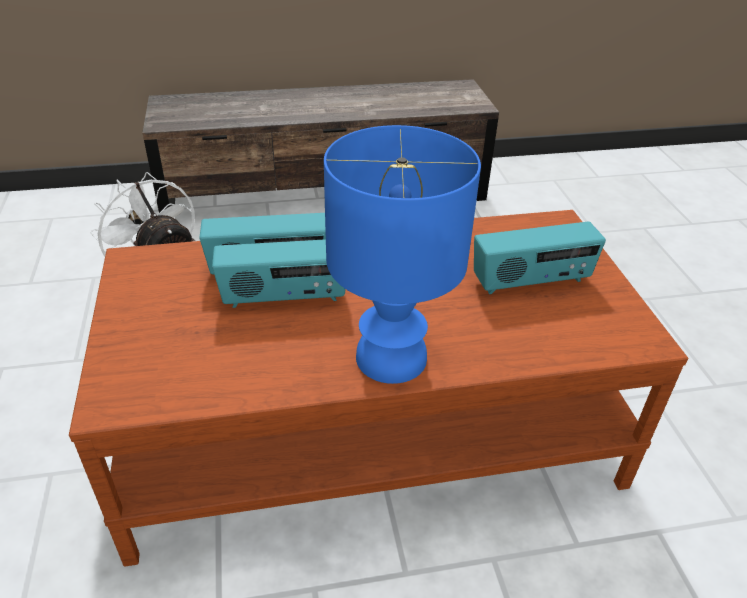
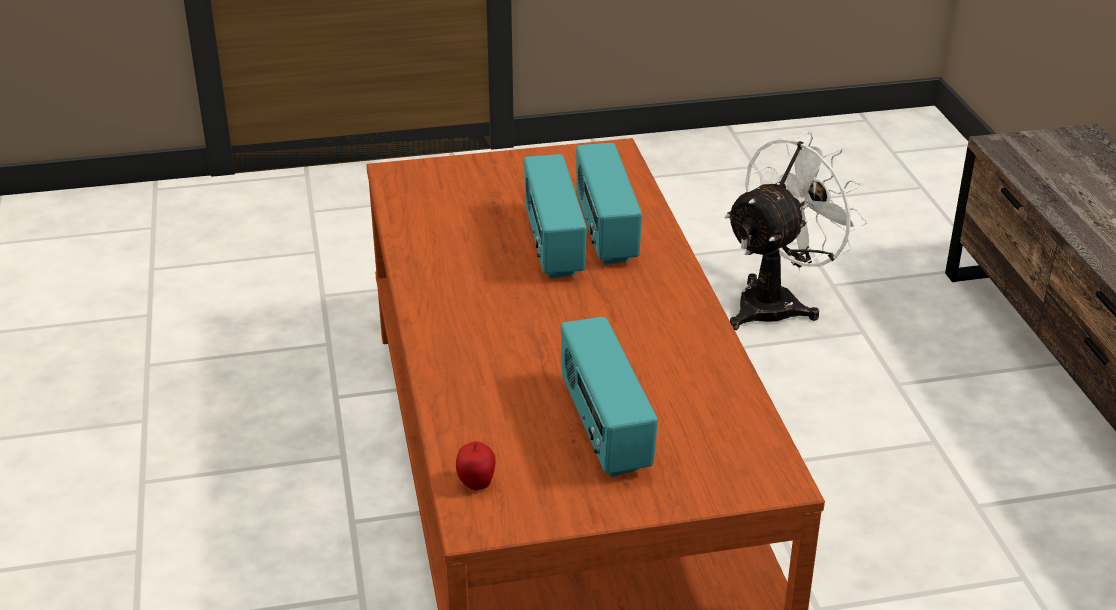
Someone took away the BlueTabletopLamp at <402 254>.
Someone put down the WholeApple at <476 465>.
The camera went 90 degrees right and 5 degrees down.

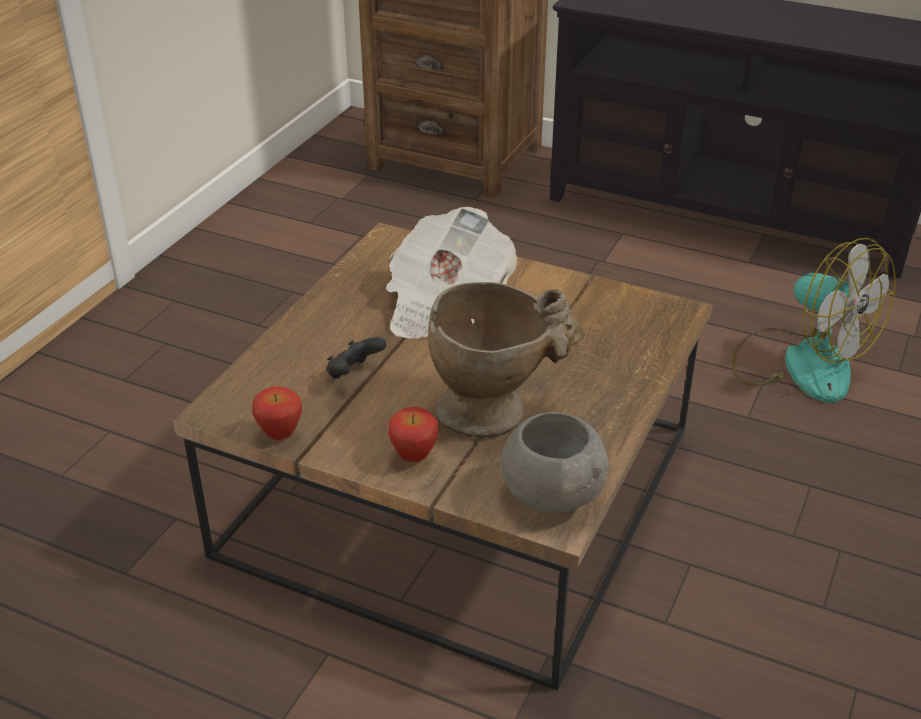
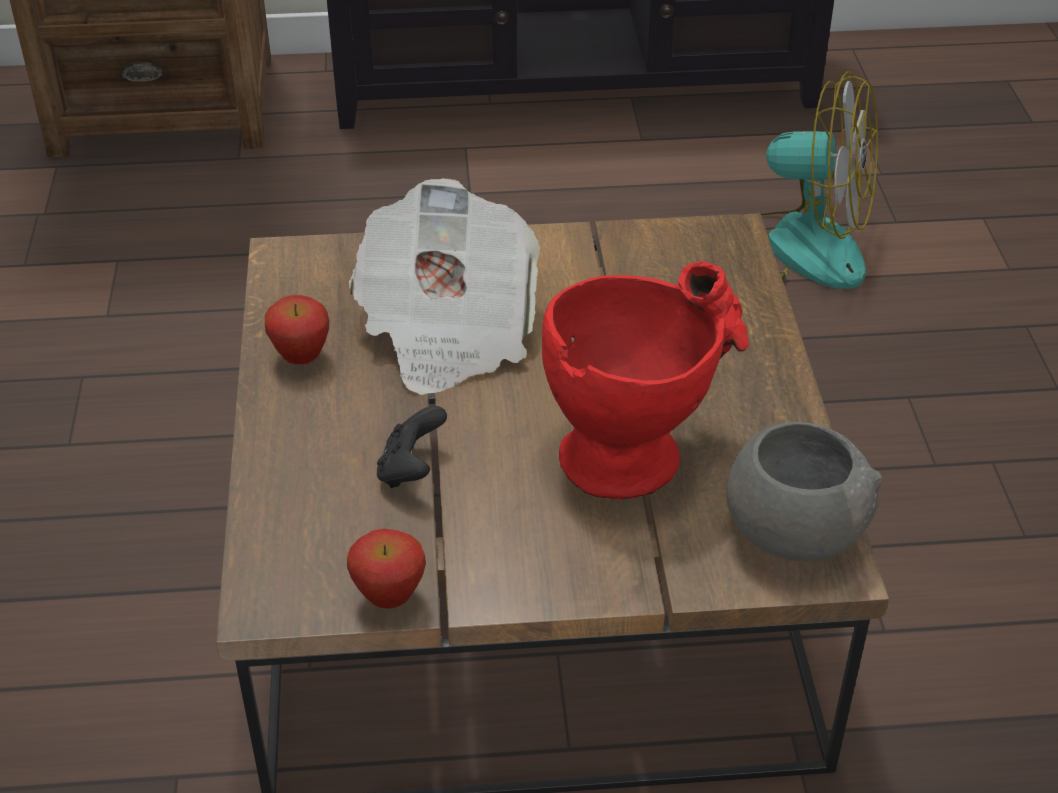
Someone repainted the SandColouredFlowerVase at <506 360>, which became the RedFlowerVase at <645 380>.
Someone carried the WholeApple from <413 434> to <297 329>.
The camera went 30 degrees left and 5 degrees up.

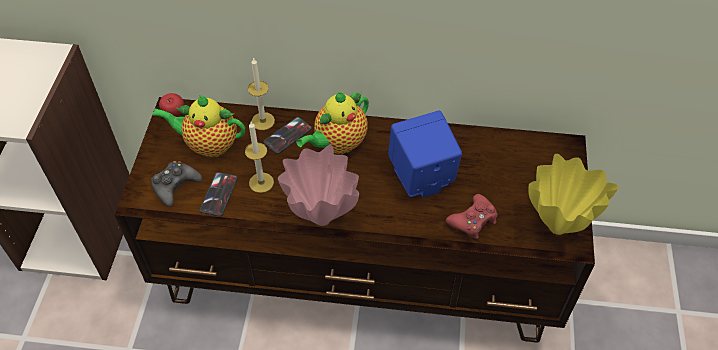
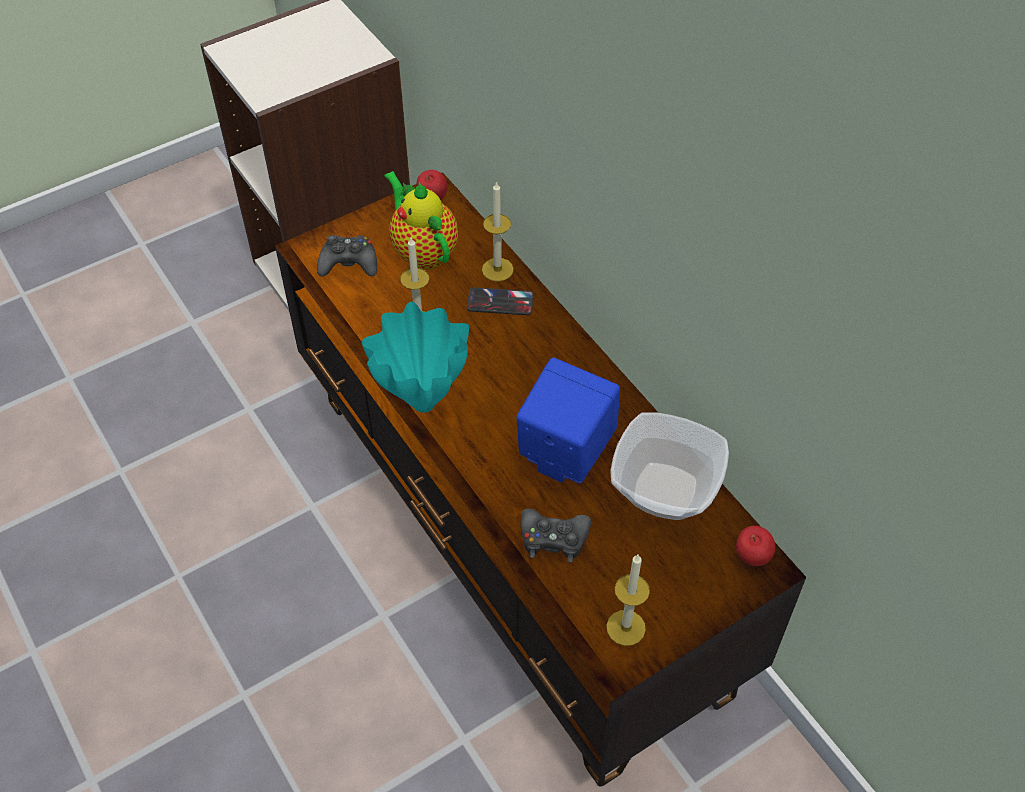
Someone took away the Teapot at <332 123>.
Someone repainted the PinkishFlowerVase at <318 185>, which became the TurquoiseColouredFlowerVase at <415 357>.
Someone swapped the YellowColouredFlowerVase at <573 194> for the WaxCandle at <628 600>.
Someone took away the Handset at <219 194>.
Someone repainted the RedGamepad at <472 216>, which became the BlackColouredGamepad at <556 535>.
Someone put down the DeepDish at <669 466>.
Someone put down the WholeApple at <755 546>.
The camera went 50 degrees right and 0 degrees up.

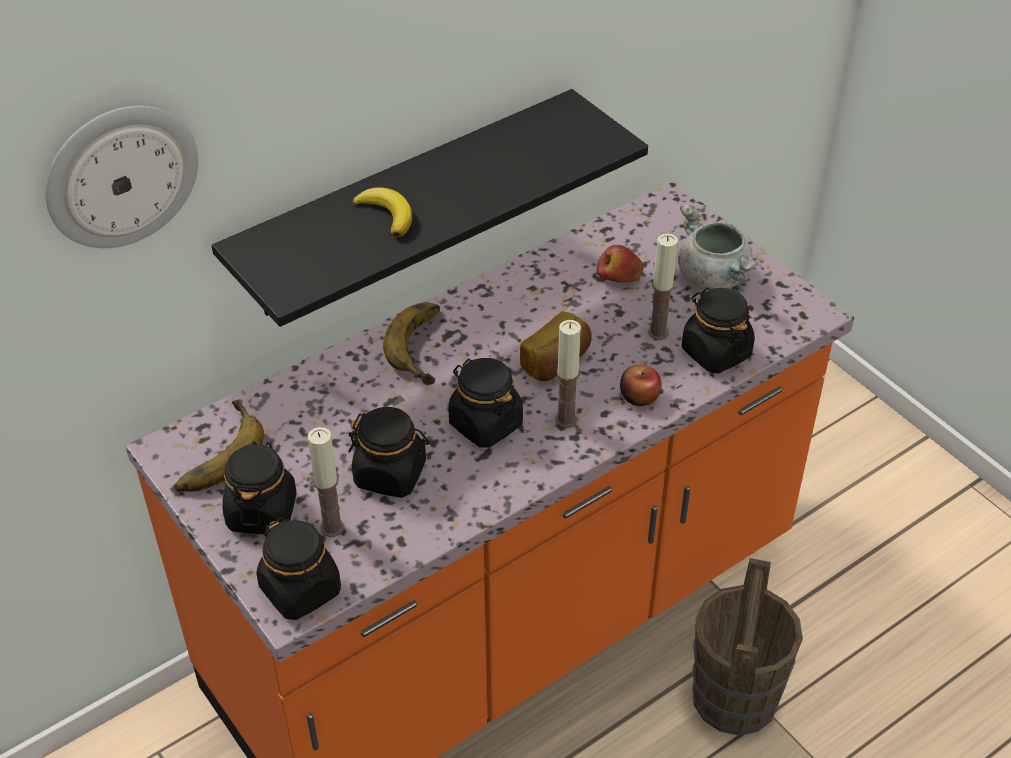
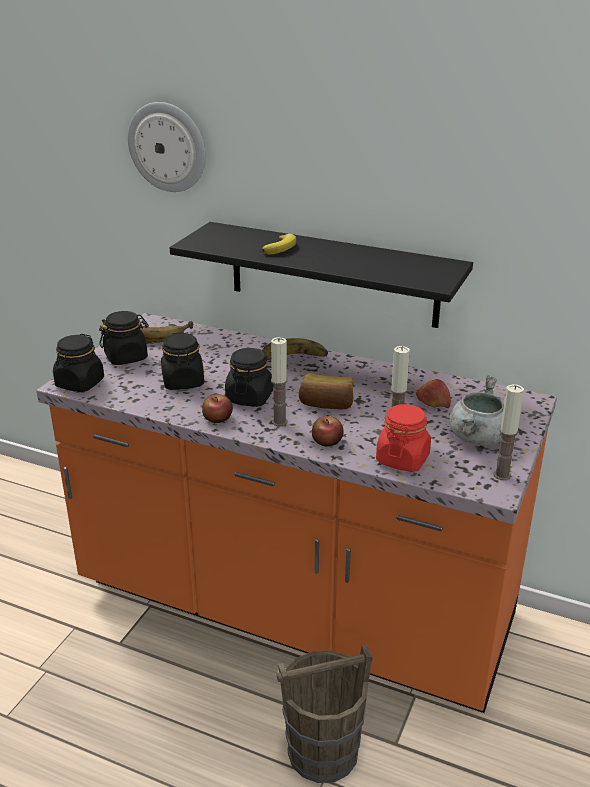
Someone repainted the BlackColouredStorageJar at <718 330>, which became the RedStorageJar at <403 438>.
Someone carried the WaxCandle from <326 482> to <508 432>.
Someone put down the WholeApple at <217 408>.
The camera went 60 degrees right and 15 degrees down.

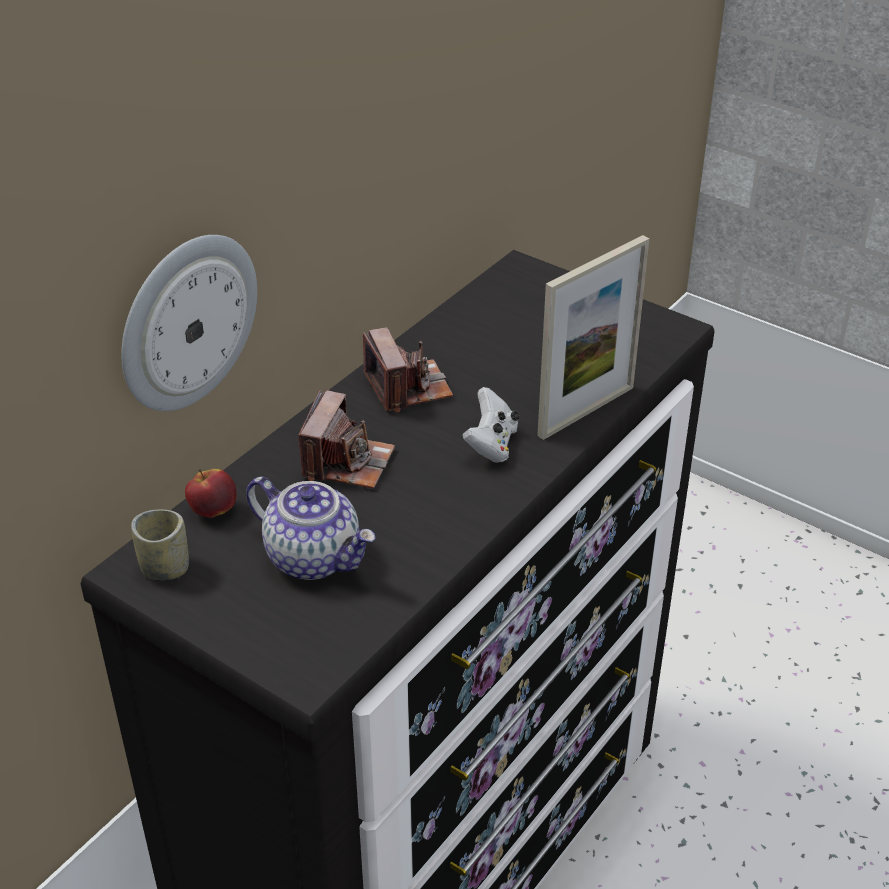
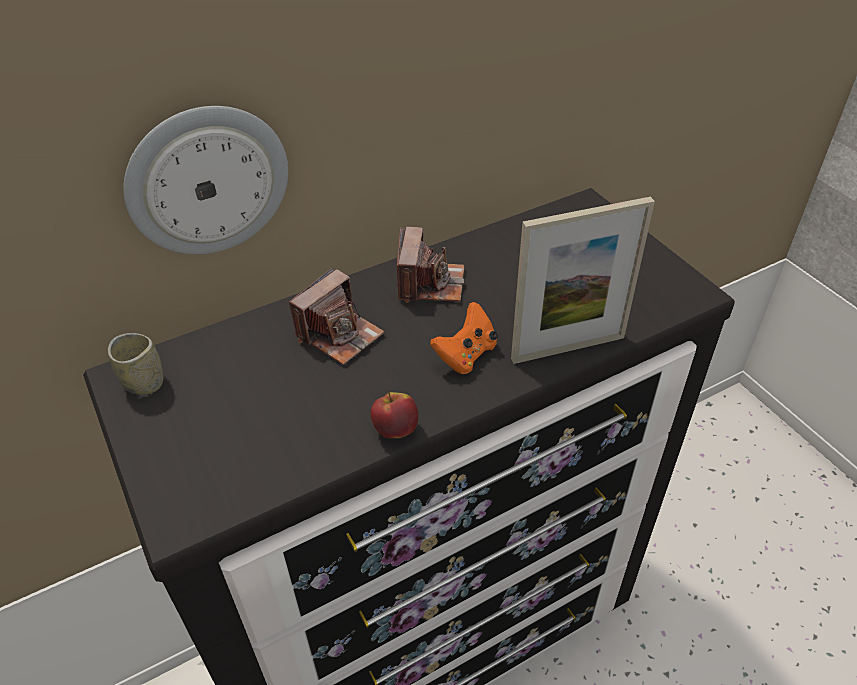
Someone repainted the WhiteColouredGamepad at <490 425>, which became the OrangeyGamepad at <464 338>.
Someone carried the WholeApple from <210 493> to <394 415>.
Someone took away the Teapot at <311 528>.
The camera went 25 degrees right and 5 degrees up.

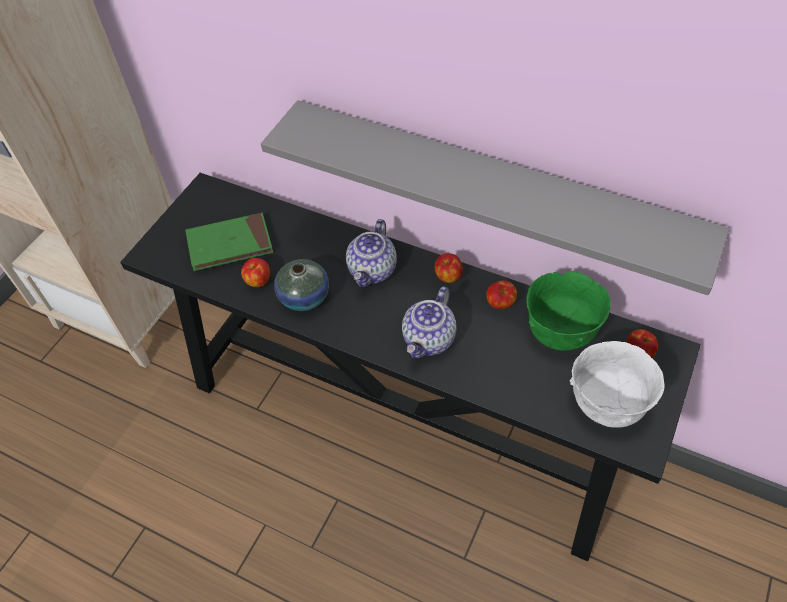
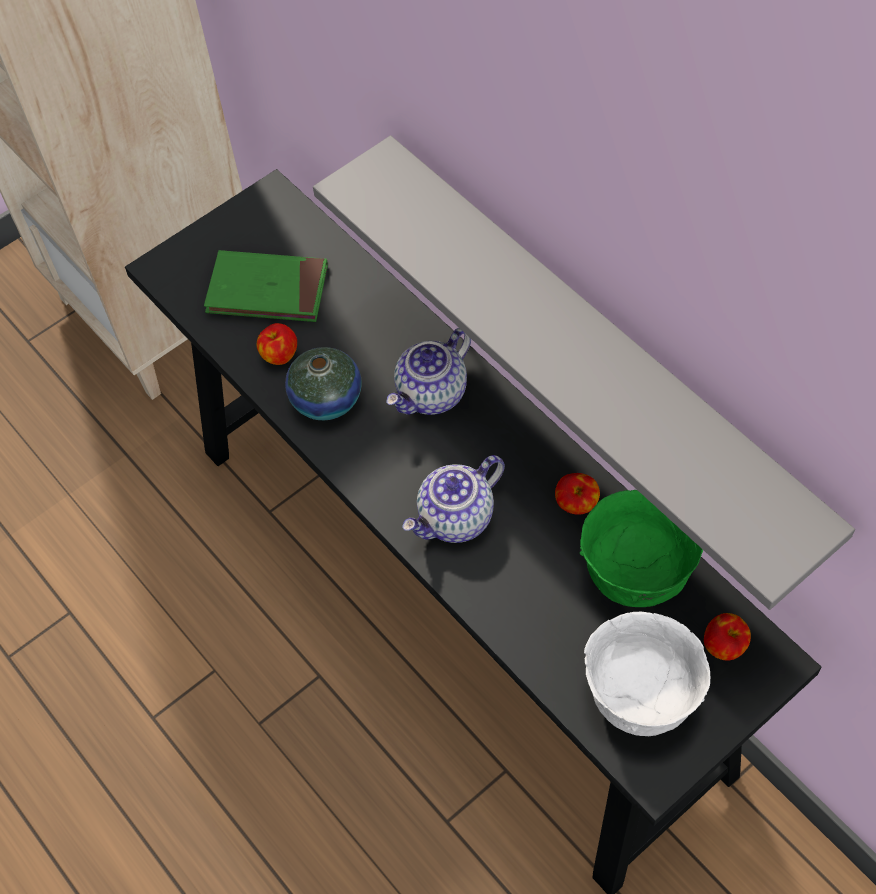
Someone took away the WholeApple at <449 268>.
The camera went 25 degrees right and 5 degrees up.

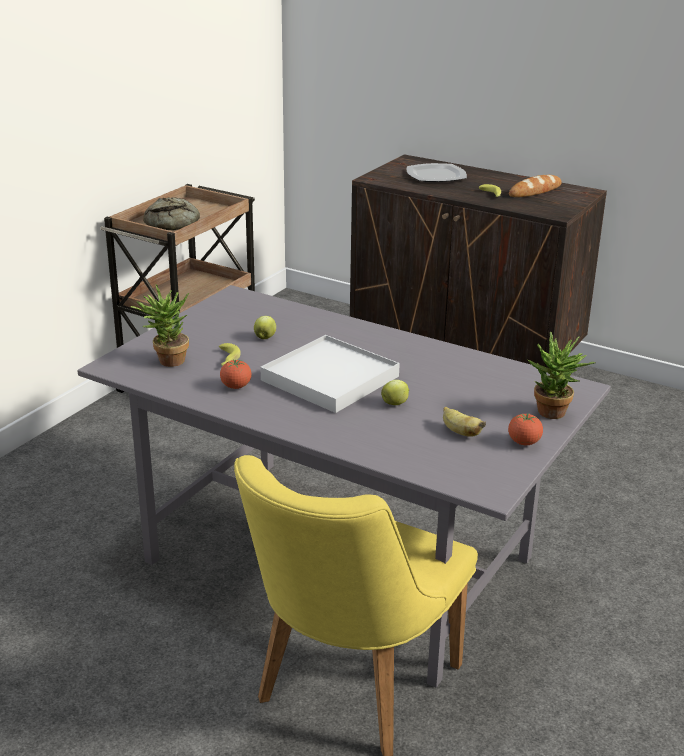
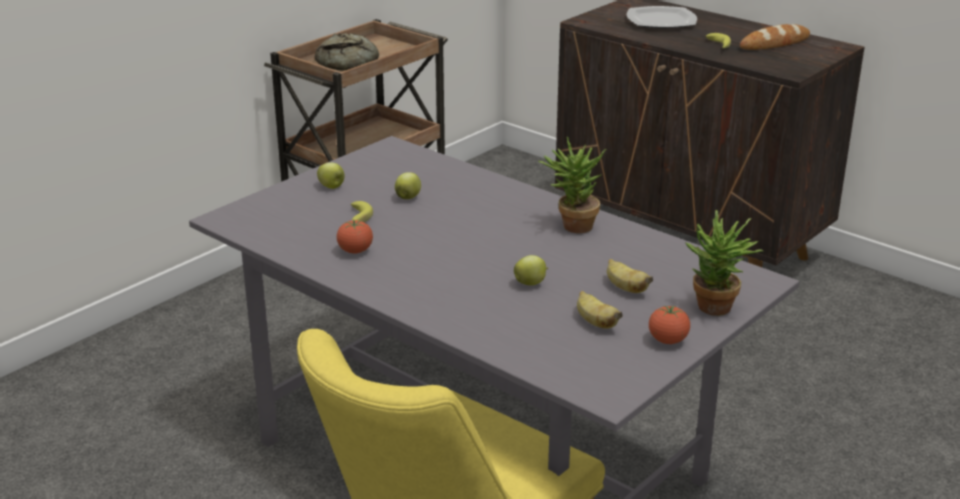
Someone carried the PlantInAPot from <159 325> to <572 185>.
Someone took away the WhiteColouredCarryingTray at <330 374>.
Someone put down the WholeApple at <331 175>.
Someone put down the Banana at <630 276>.
The camera went 10 degrees right and 0 degrees up.

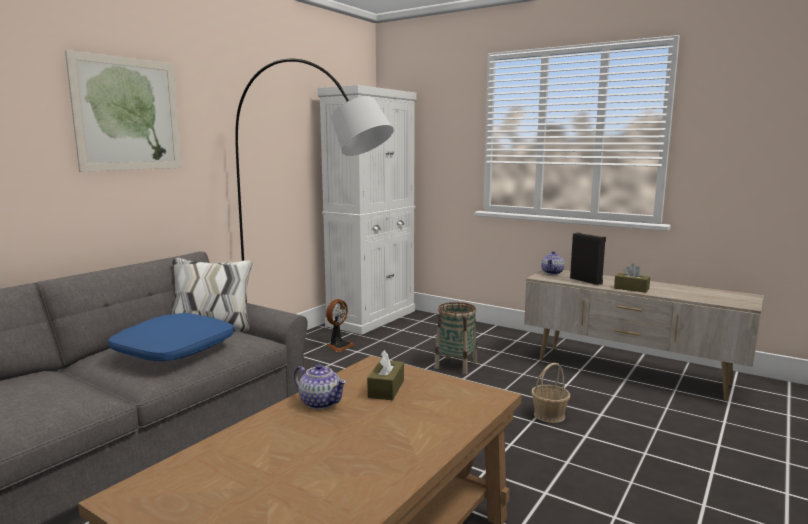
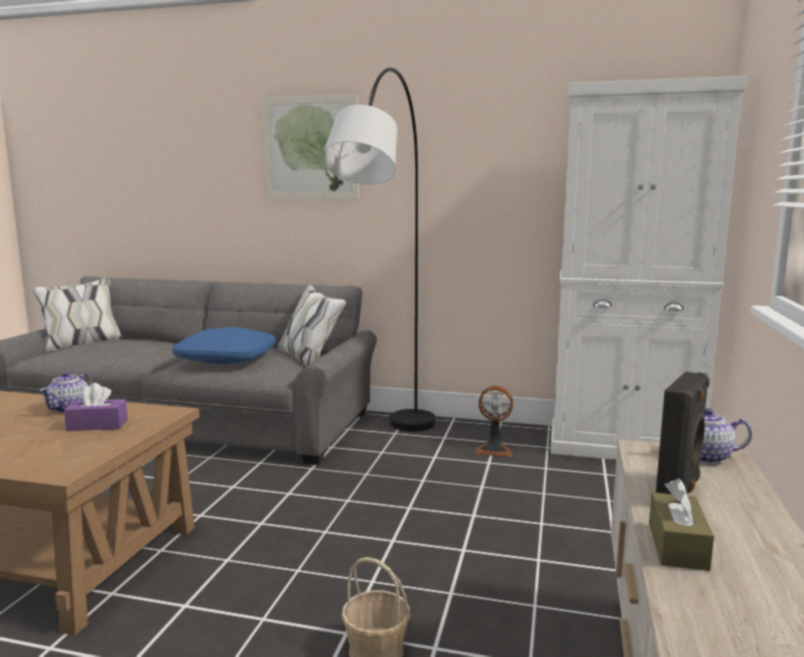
Someone took away the Basket at <455 338>.
Someone repainted the BrownColouredTissueBox at <385 375>, which became the PurpleColouredTissueBox at <96 407>.
The camera went 70 degrees right and 0 degrees up.

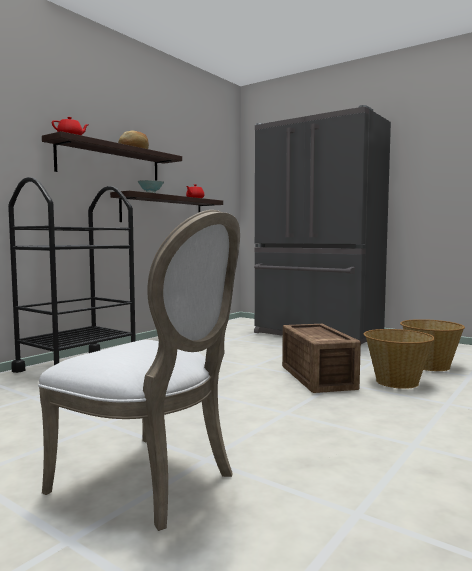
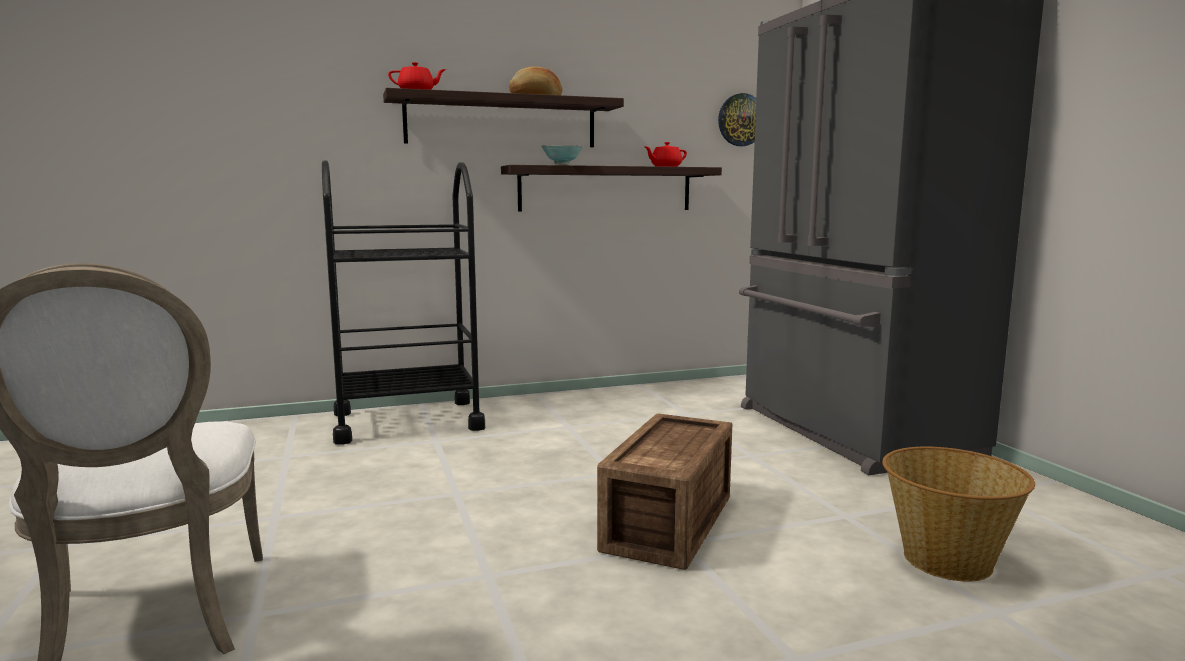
Someone took away the Basket at <399 359>.
Someone put up the WallClock at <737 119>.
The camera went 35 degrees right and 5 degrees up.

